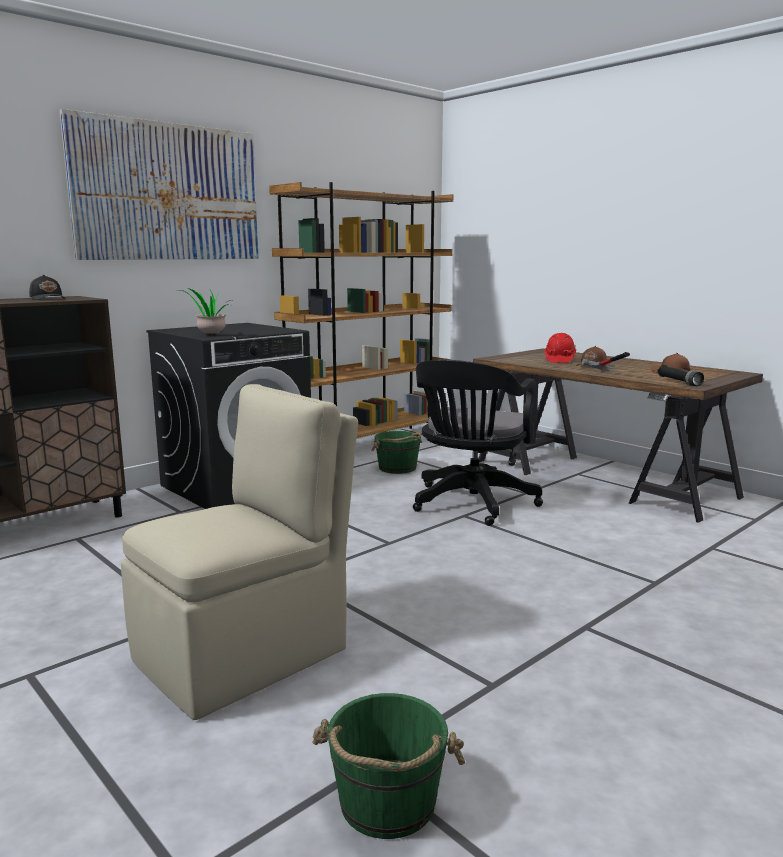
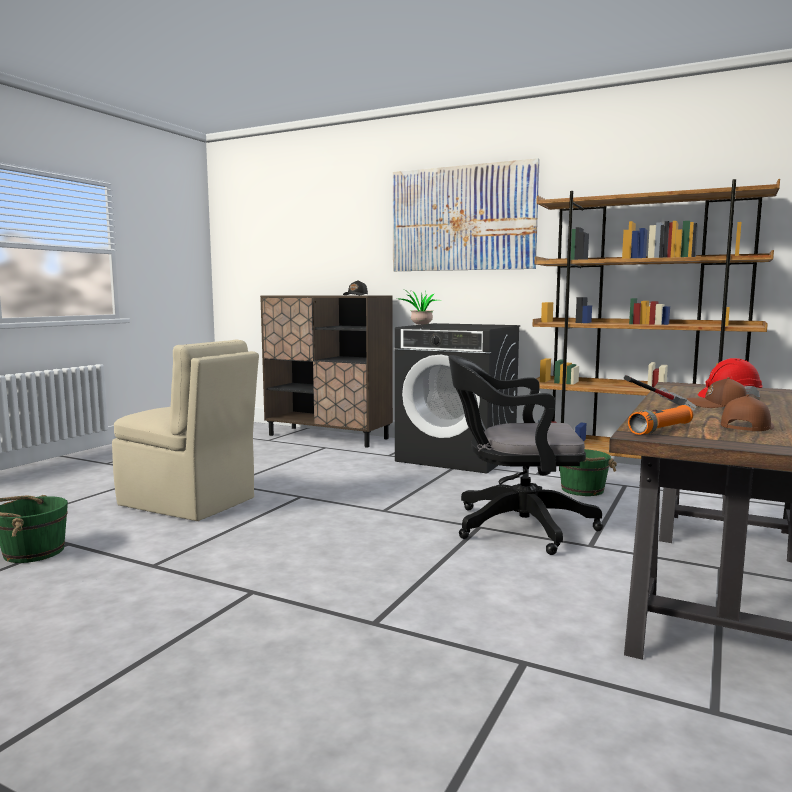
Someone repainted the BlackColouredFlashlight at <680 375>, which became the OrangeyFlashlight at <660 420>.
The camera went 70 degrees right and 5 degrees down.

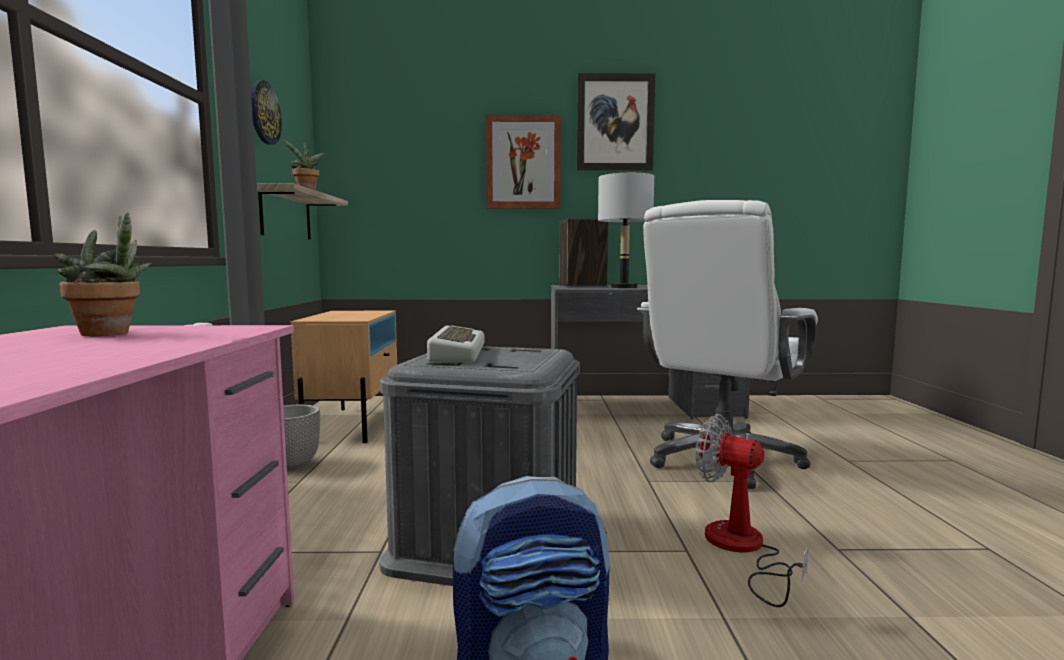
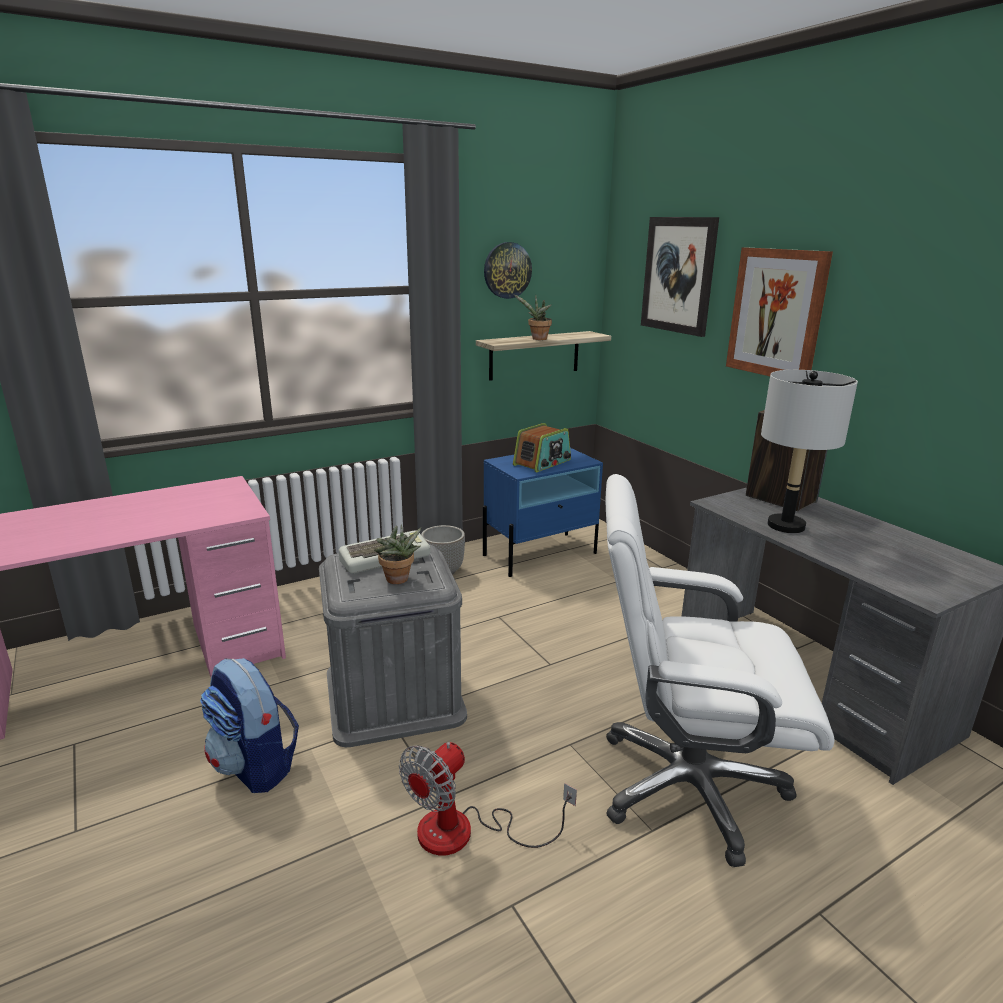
Someone carried the WallPicture from <616 122> to <680 277>.
Someone carried the PlantInAPot from <102 274> to <398 554>.
Someone repainted the SandColouredNightstand at <344 377>, which became the BlueNightstand at <543 512>.
Someone rotated the CoolingFan at <752 510> by 150 degrees counterclockwise.
Someone put down the RadioReceiver at <542 447>.
The camera went 60 degrees right and 15 degrees up.

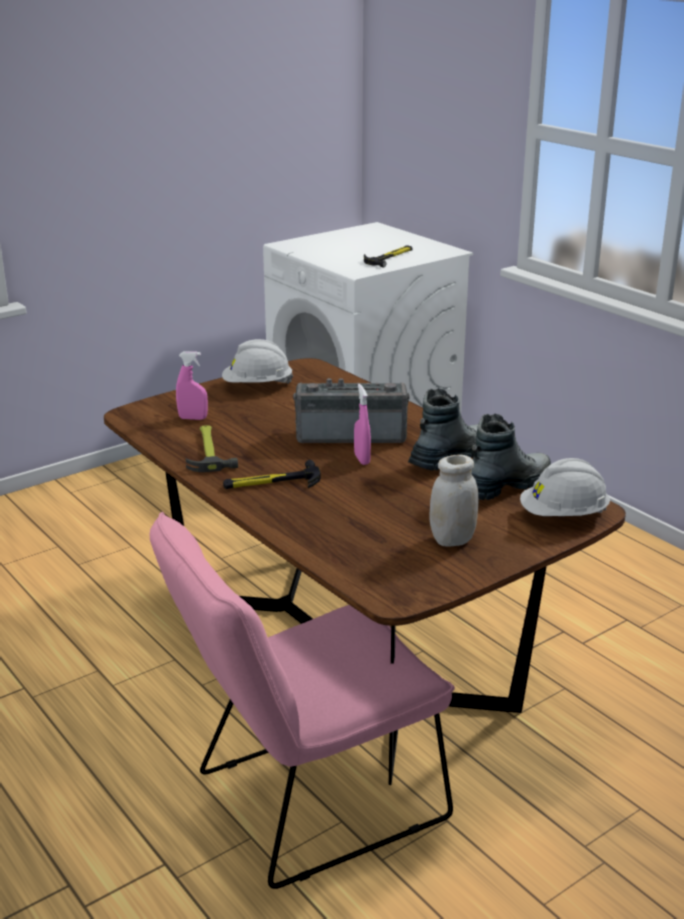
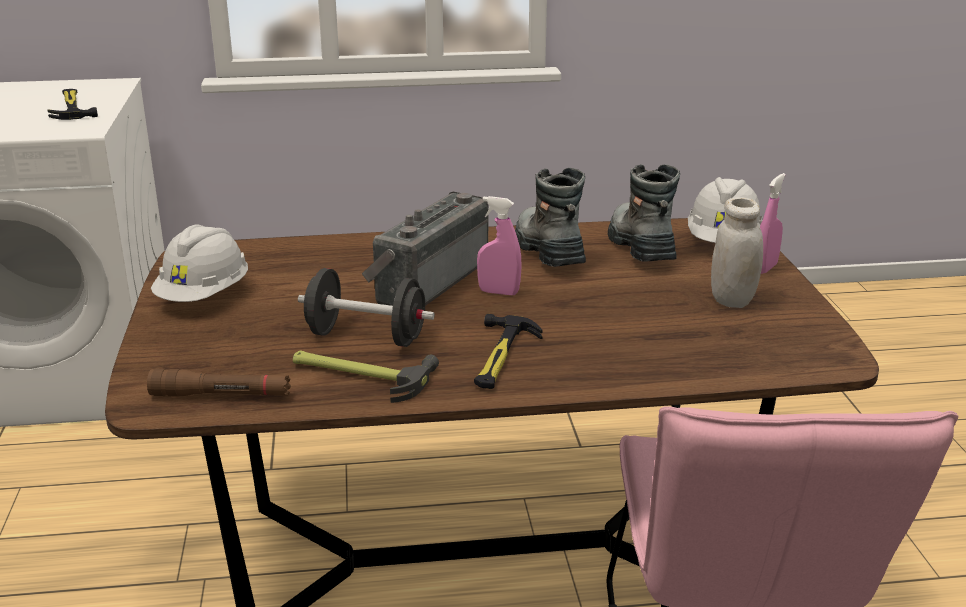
Someone carried the PinkishHandSprayer from <192 385> to <773 223>.
Someone put down the BlackColouredFreeWeight at <366 307>.
Someone put down the BrownColouredFlashlight at <219 383>.
The camera went 60 degrees left and 0 degrees up.

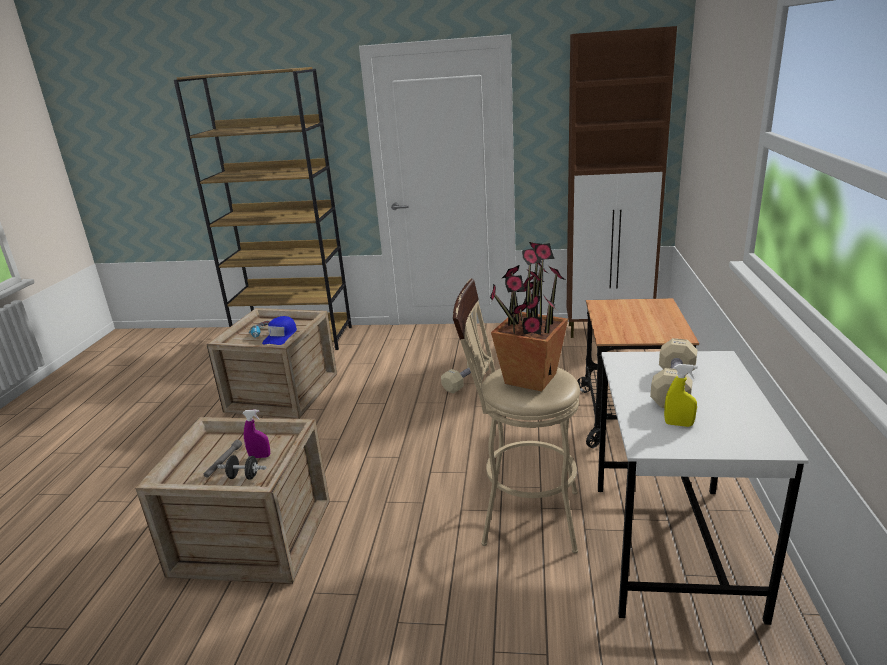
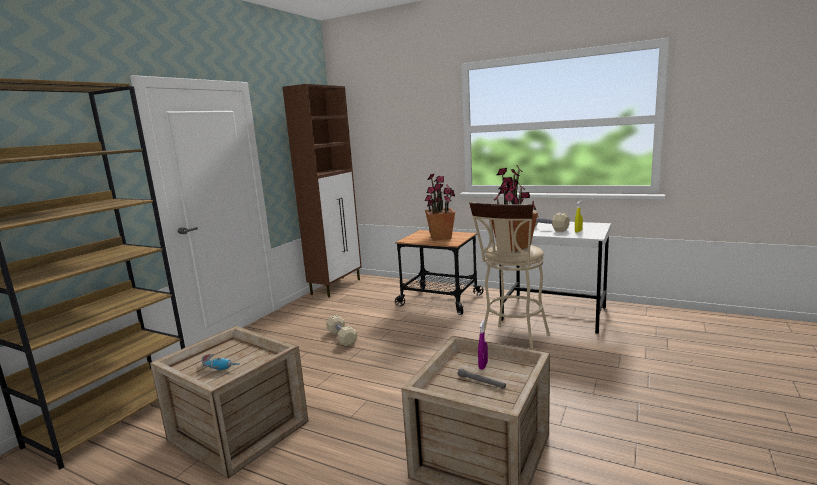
Someone took away the BlueCap at <279 330>.
Someone took away the BlackColouredFreeWeight at <241 467>.
Someone put down the PlantInAPot at <439 207>.
The camera went 70 degrees left and 10 degrees down.

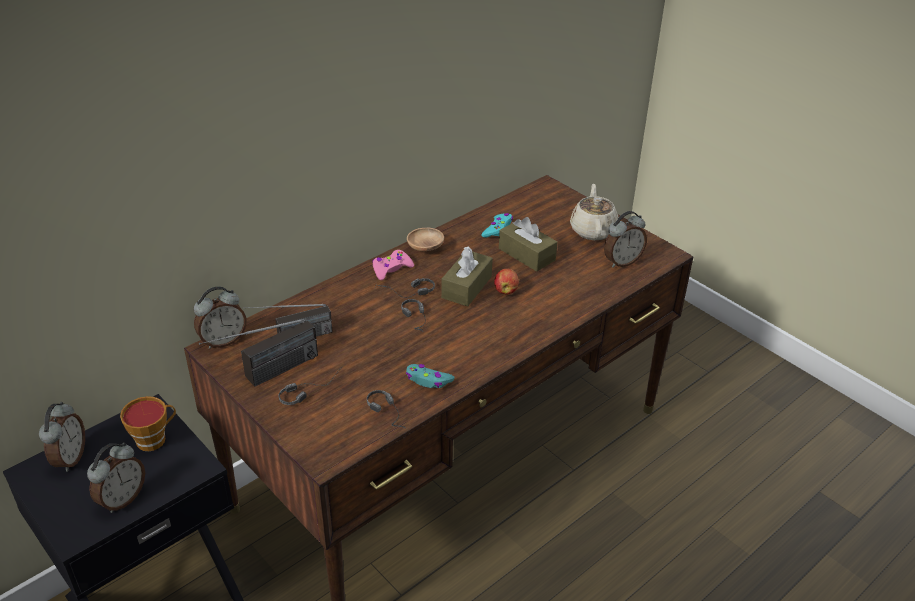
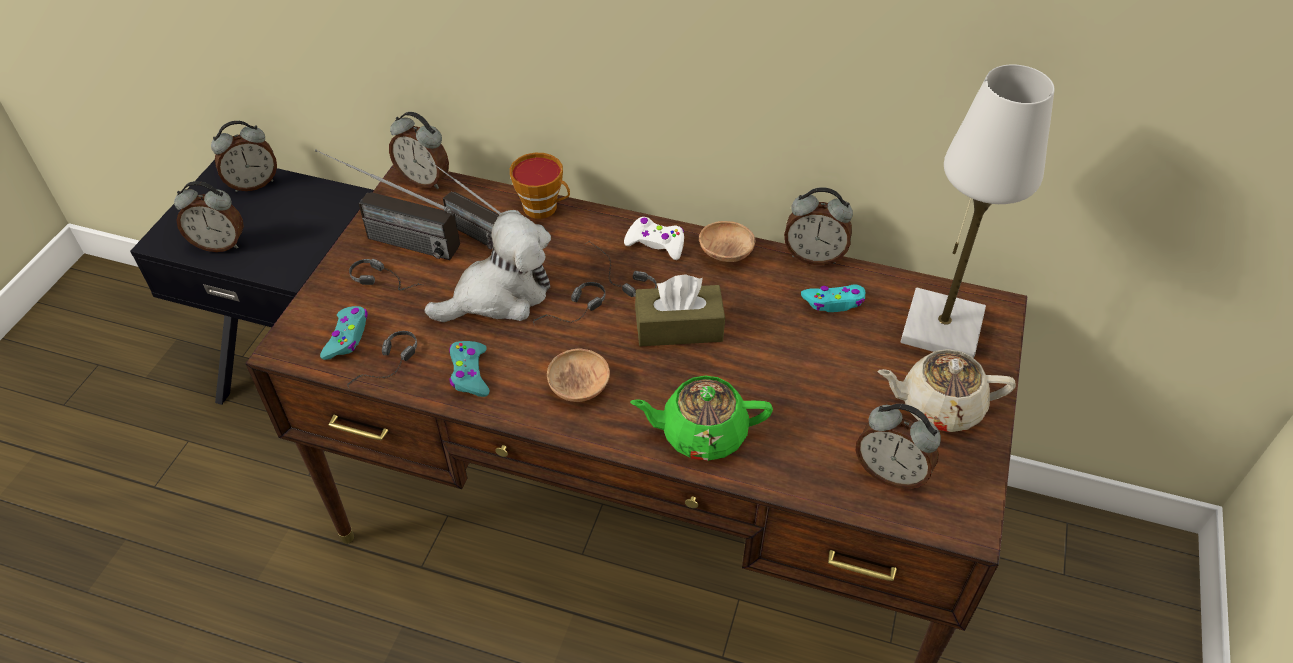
Someone rotated the SandColouredTeapot at <594 211> by 150 degrees counterclockwise.
Someone took away the BrownColouredTissueBox at <528 244>.
Someone repainted the PinkishGamepad at <393 265>, which became the WhiteColouredGamepad at <654 238>.
Someone took away the WholeApple at <506 281>.
Someone carried the Cup from <148 423> to <540 186>.
Someone put down the WhiteColouredTabletopLamp at <977 211>.
Someone put down the BedsideClock at <818 226>.
Someone put down the PlushToy at <487 266>.
Someone put down the TurquoiseColouredGamepad at <344 333>.
Someone put down the BrownColouredDeepDish at <578 375>.
Someone put down the GreenColouredTeapot at <701 418>.
The camera went 60 degrees right and 10 degrees up.

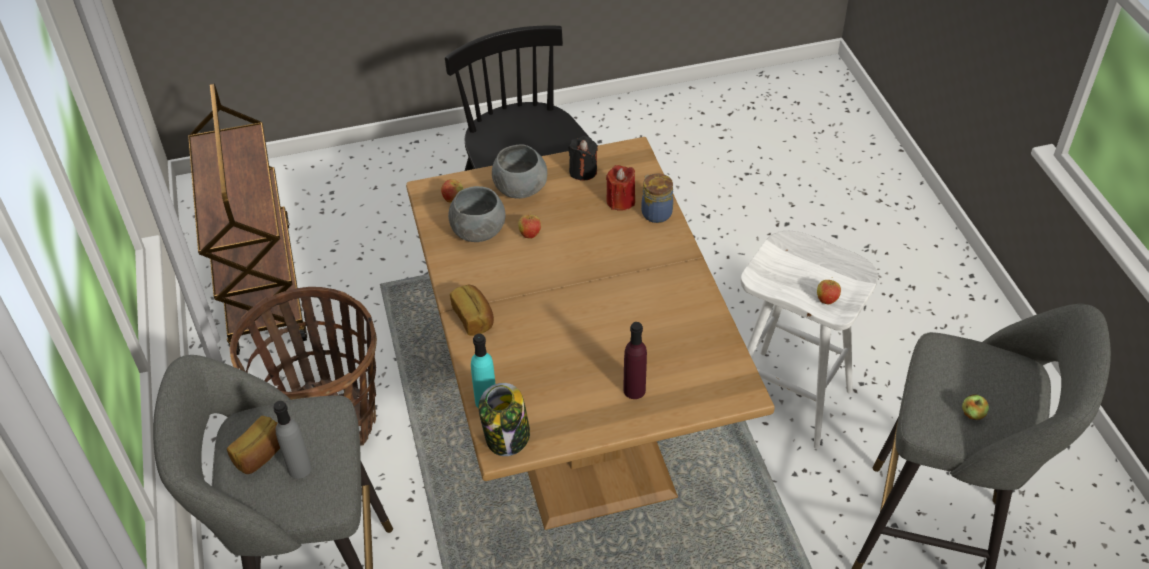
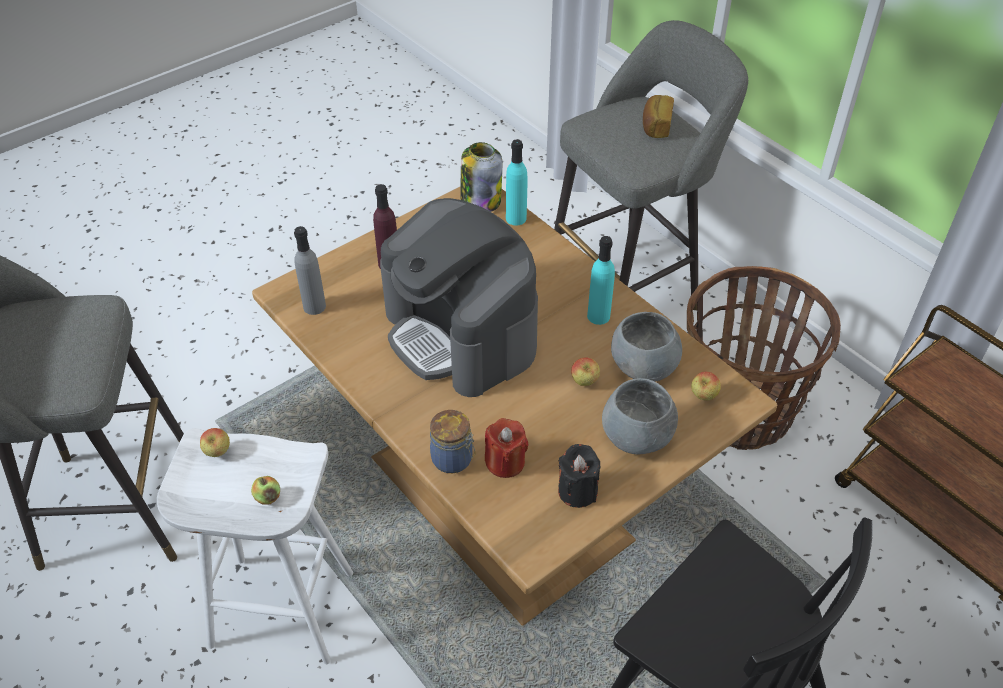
Someone took away the BakedBread at <472 310>.
Someone carried the WholeApple from <975 407> to <265 490>.
Someone carried the GreyDrinkBottle from <292 440> to <310 270>.
Someone put down the CoffeeMachine at <459 297>.
Someone put down the TurquoiseColouredDrinkBottle at <601 280>.
The camera went 155 degrees right and 0 degrees up.

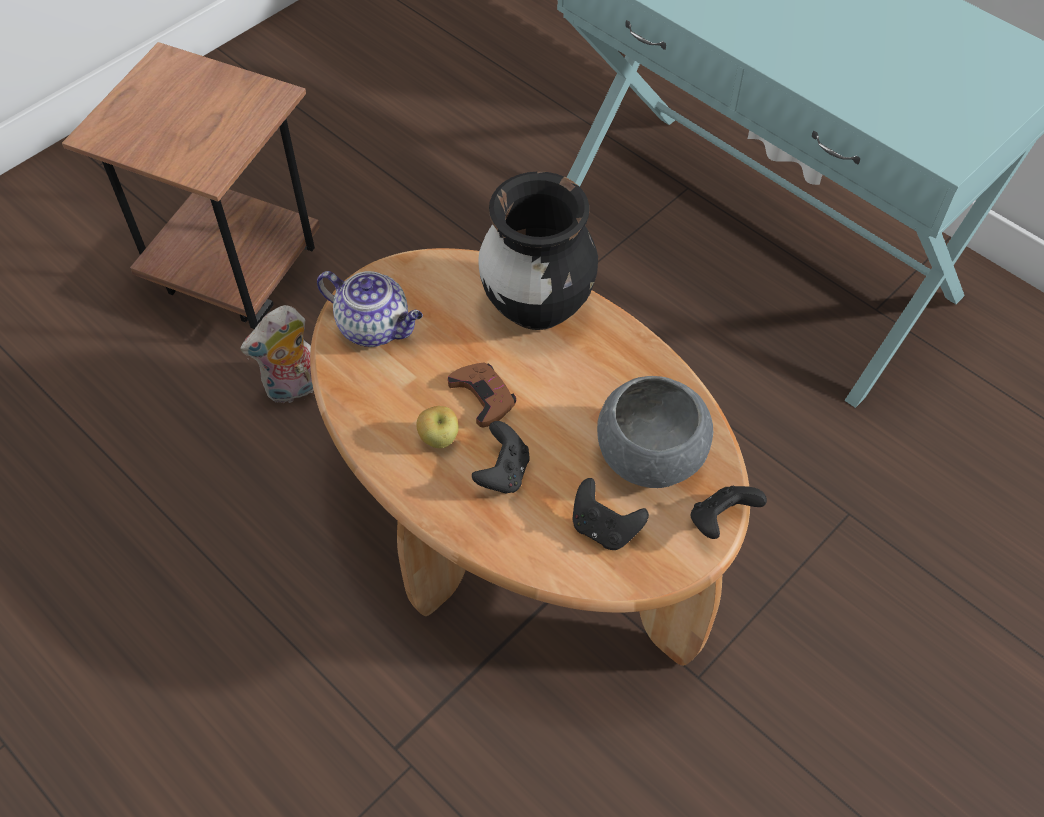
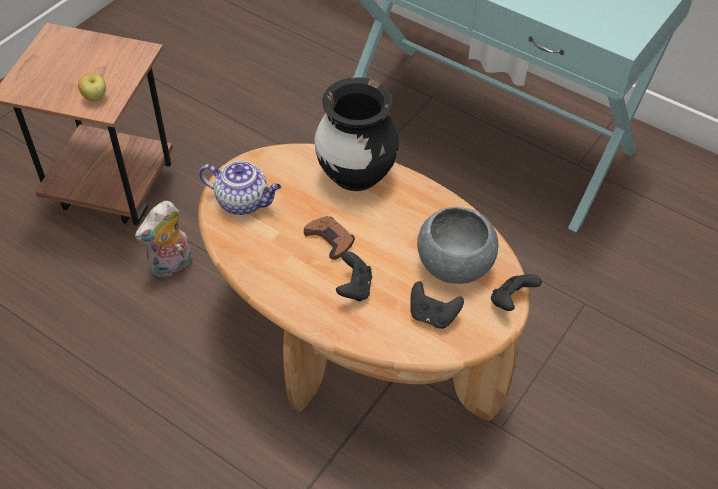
Someone carried the WholeApple from <438 427> to <92 87>.
The camera went 10 degrees left and 5 degrees down.

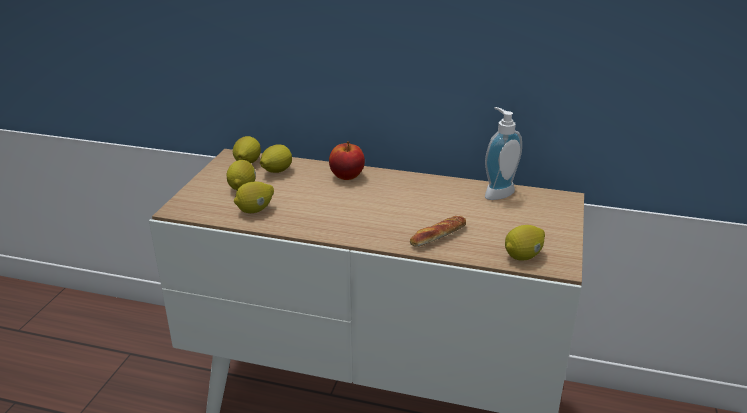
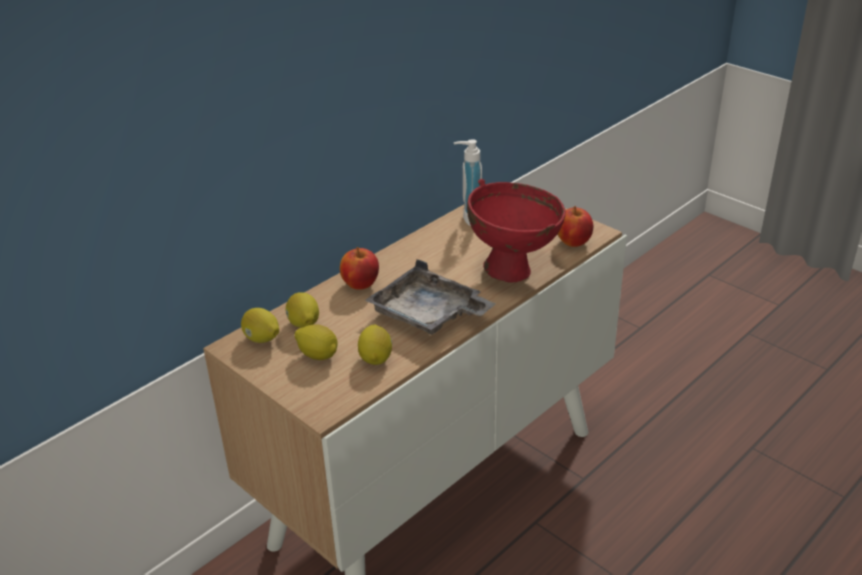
Someone swapped the BakedBread at <438 231> for the RedDeepDish at <516 231>.
Someone swapped the CitrusFruit at <525 243> for the WholeApple at <575 226>.
Someone put down the GreyCarryingTray at <430 297>.
The camera went 60 degrees left and 5 degrees up.

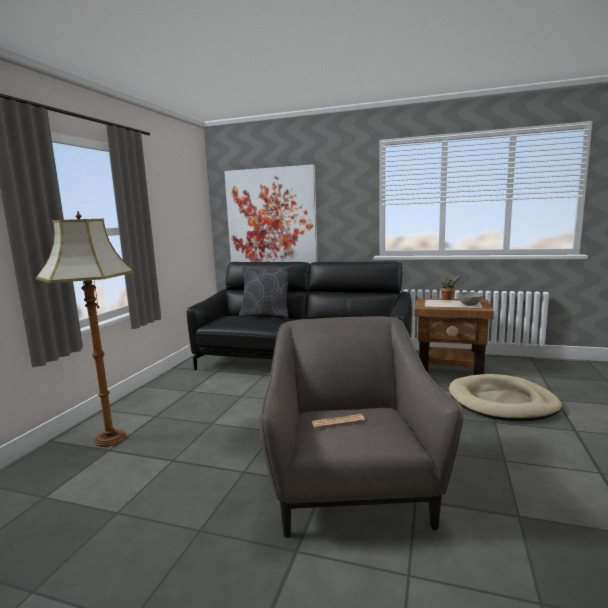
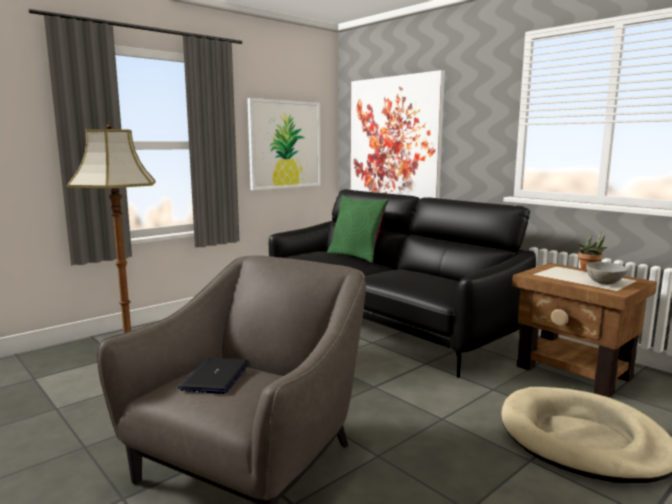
Someone repainted the GreyThrowPillow at <265 292>, which became the GreenColouredThrowPillow at <358 229>.
Someone swapped the DailyPaper at <338 421> for the NotebookComputer at <213 376>.
Someone put up the WallPicture at <284 144>.
The camera went 30 degrees right and 0 degrees up.

